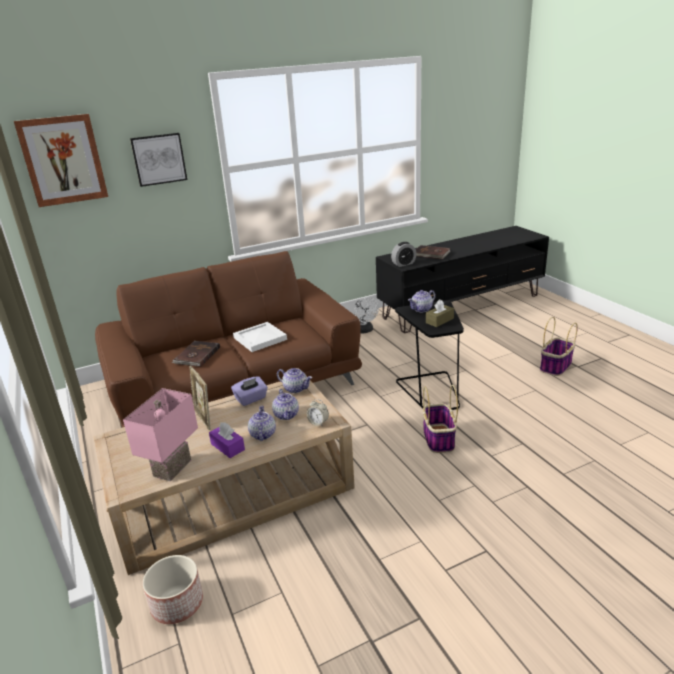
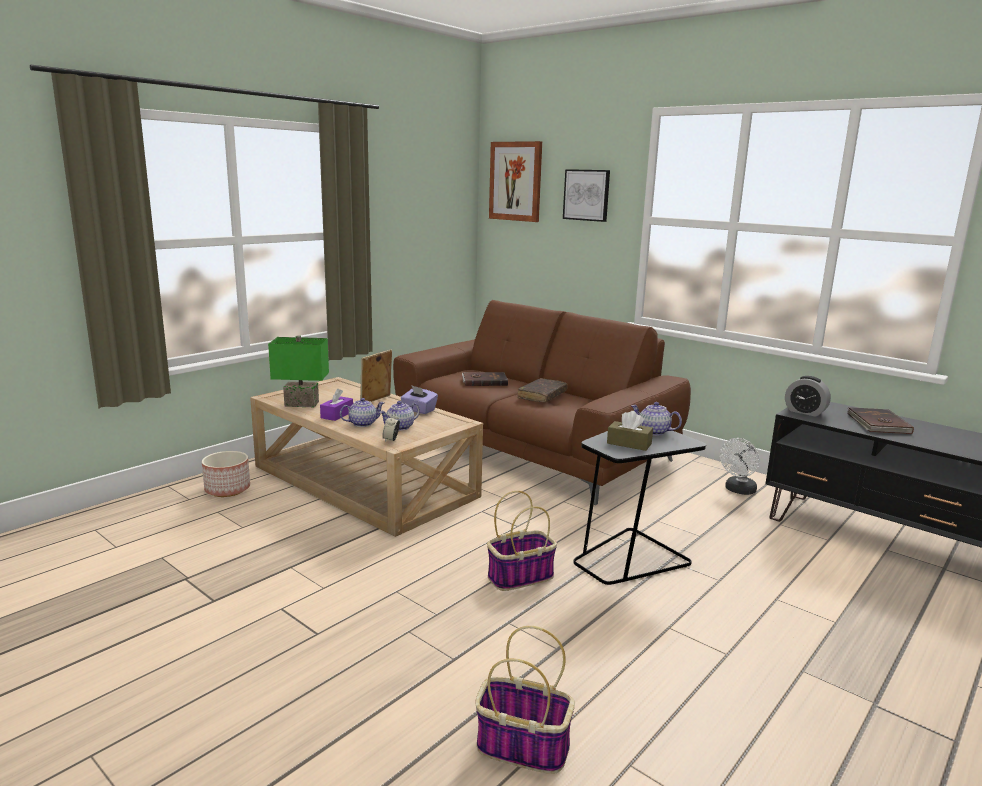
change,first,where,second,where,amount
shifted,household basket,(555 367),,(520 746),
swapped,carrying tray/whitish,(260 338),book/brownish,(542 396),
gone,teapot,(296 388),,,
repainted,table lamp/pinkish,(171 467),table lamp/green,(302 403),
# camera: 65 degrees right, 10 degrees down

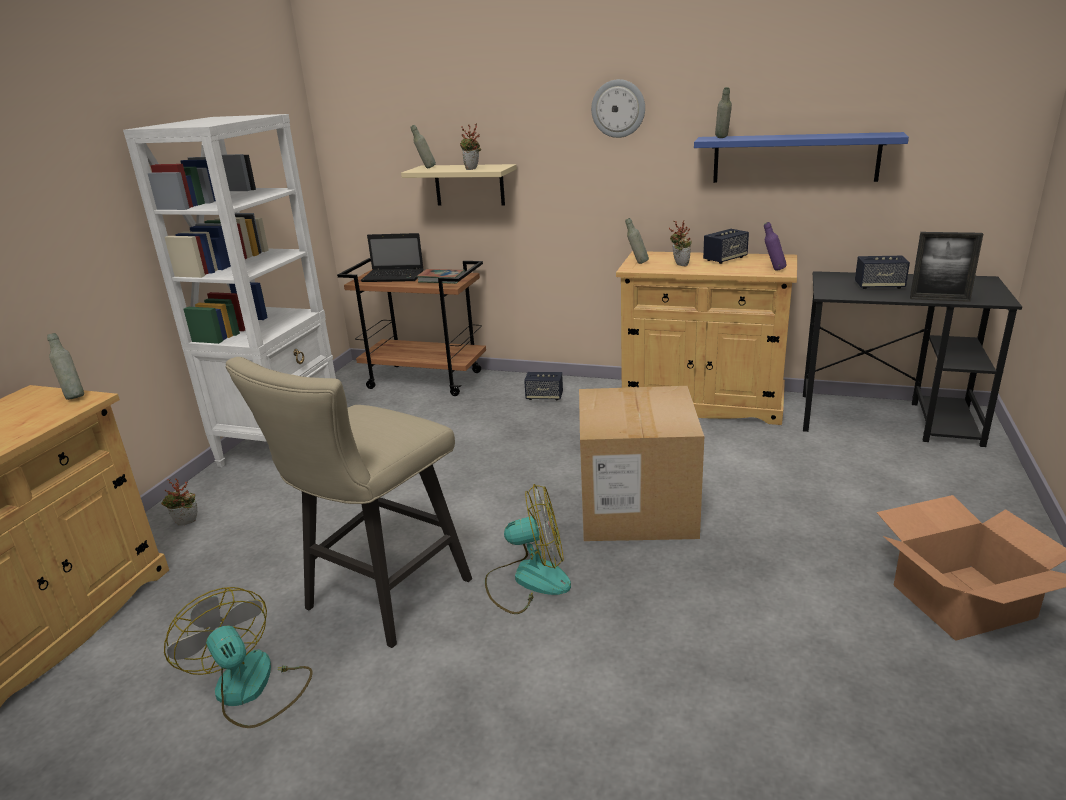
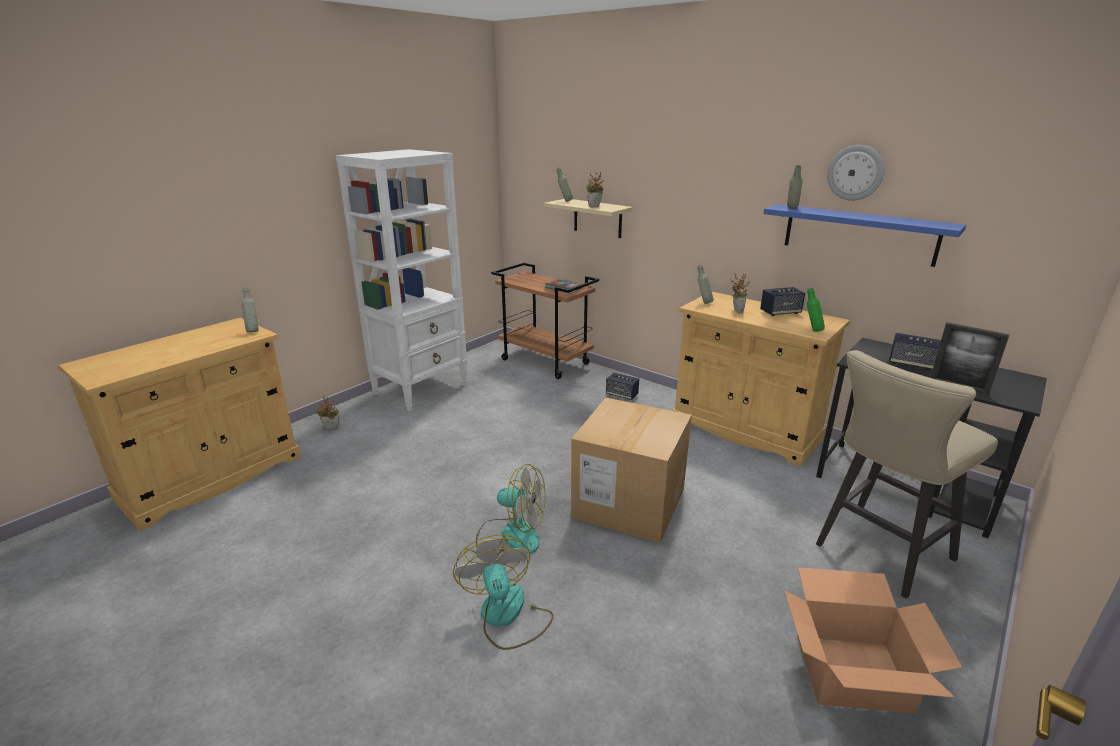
change,first,where,second,where,amount
shifted,wall clock,(618 108),,(855 173),
repainted,bottle/purplish,(773 270),bottle/green,(811 330),
gone,notebook computer,(394 277),,,
shifted,stool seat/beige,(379 599),,(877 554),
shifted,cooling fan,(251 689),,(507 616),
# camera: 20 degrees right, 0 degrees up

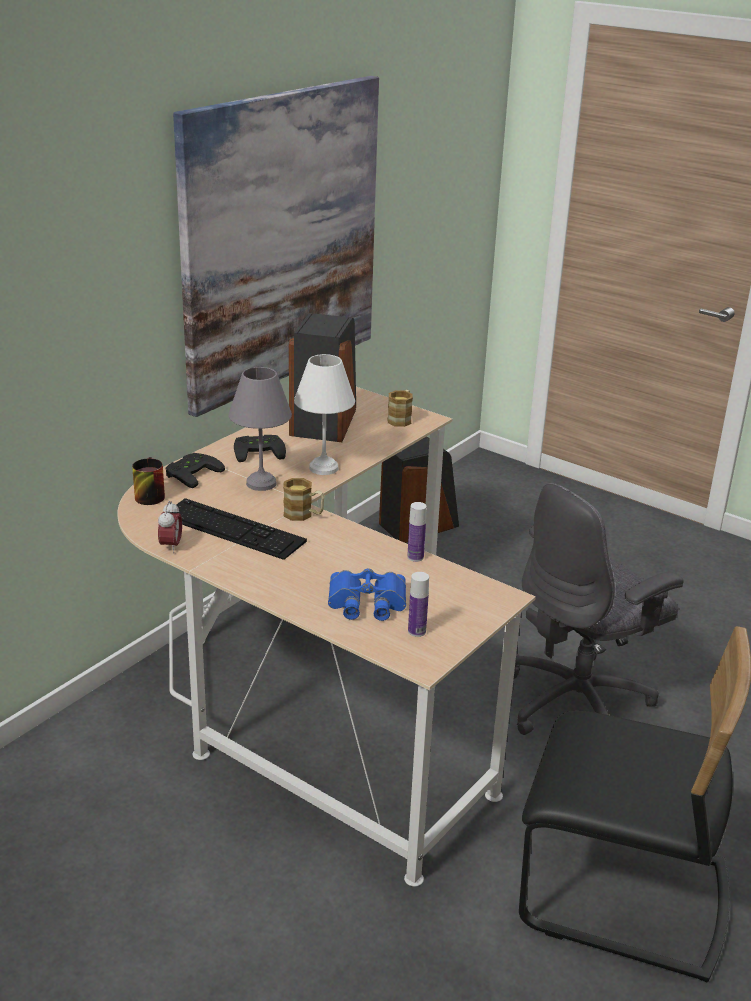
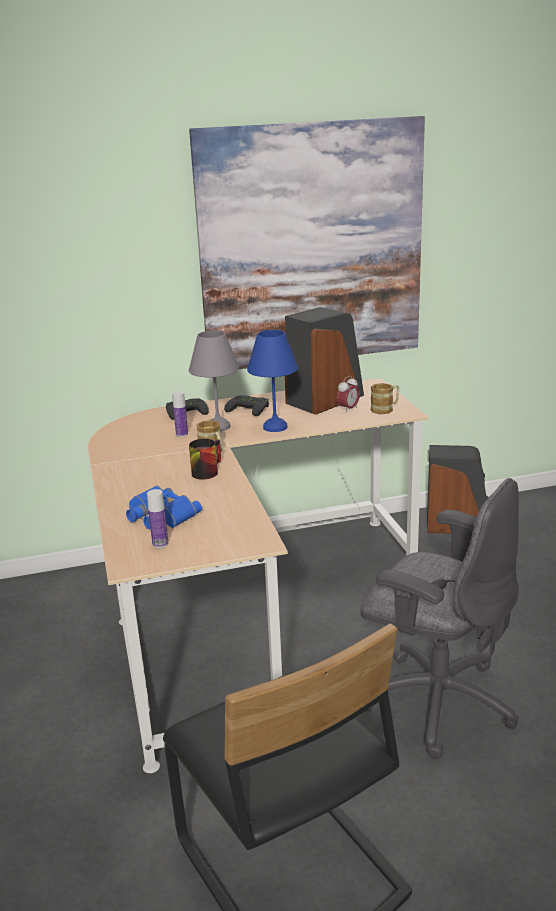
change,first,where,second,where,amount
repainted,table lamp/whitish,(325 468),table lamp/blue,(276 427),
shifted,mug,(147 495),,(205 471),
rotated,office chair/gray,(579 704),,(436 701),150 degrees counterclockwise
gone,PC keyboard,(232 529),,,
shifted,alarm clock,(171 546),,(348 409),
shifted,bottle,(415 557),,(182 434),
# camera: 40 degrees right, 5 degrees down

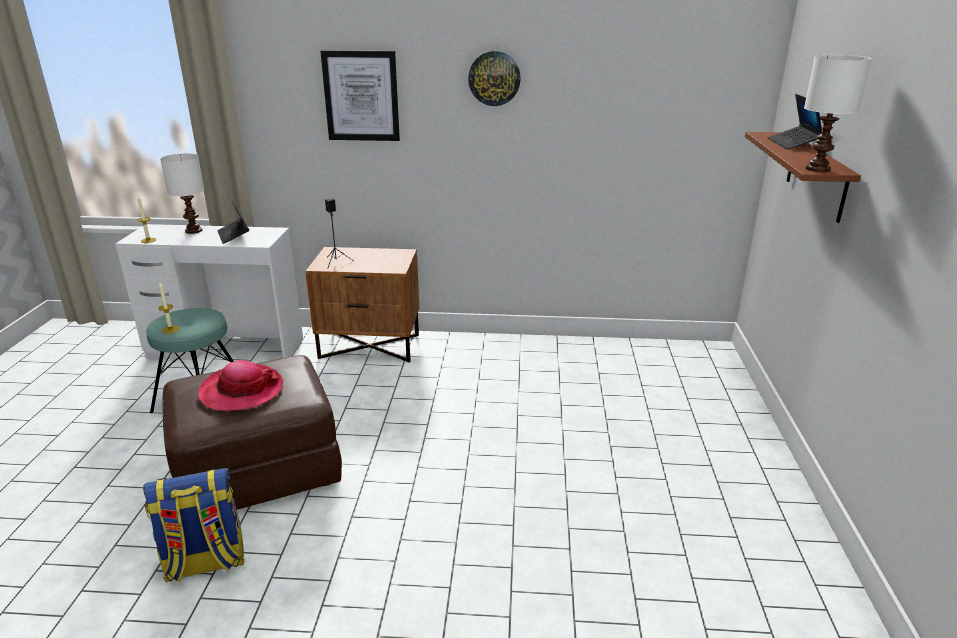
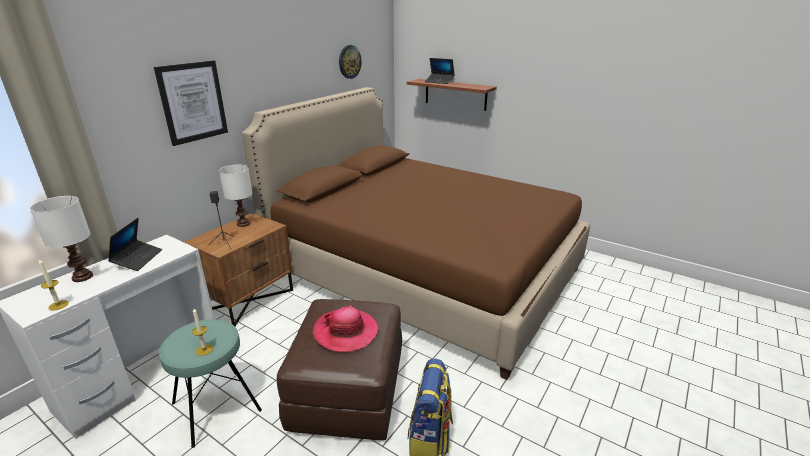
change,first,where,second,where,amount
shifted,wall clock,(494 78),,(349 62),
shifted,table lamp/whitish,(817 169),,(243 223),
rotated,notebook computer,(234 235),,(137 259),90 degrees counterclockwise
new,,,sleeping bed/brownish,(424 271),
# camera: 60 degrees left, 0 degrees up

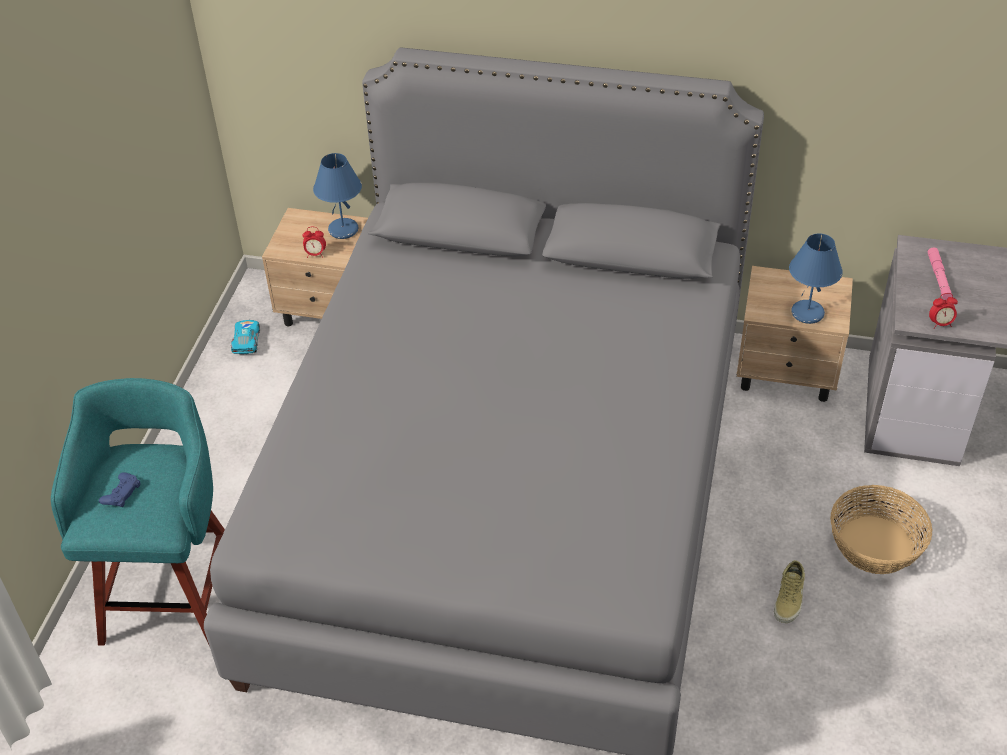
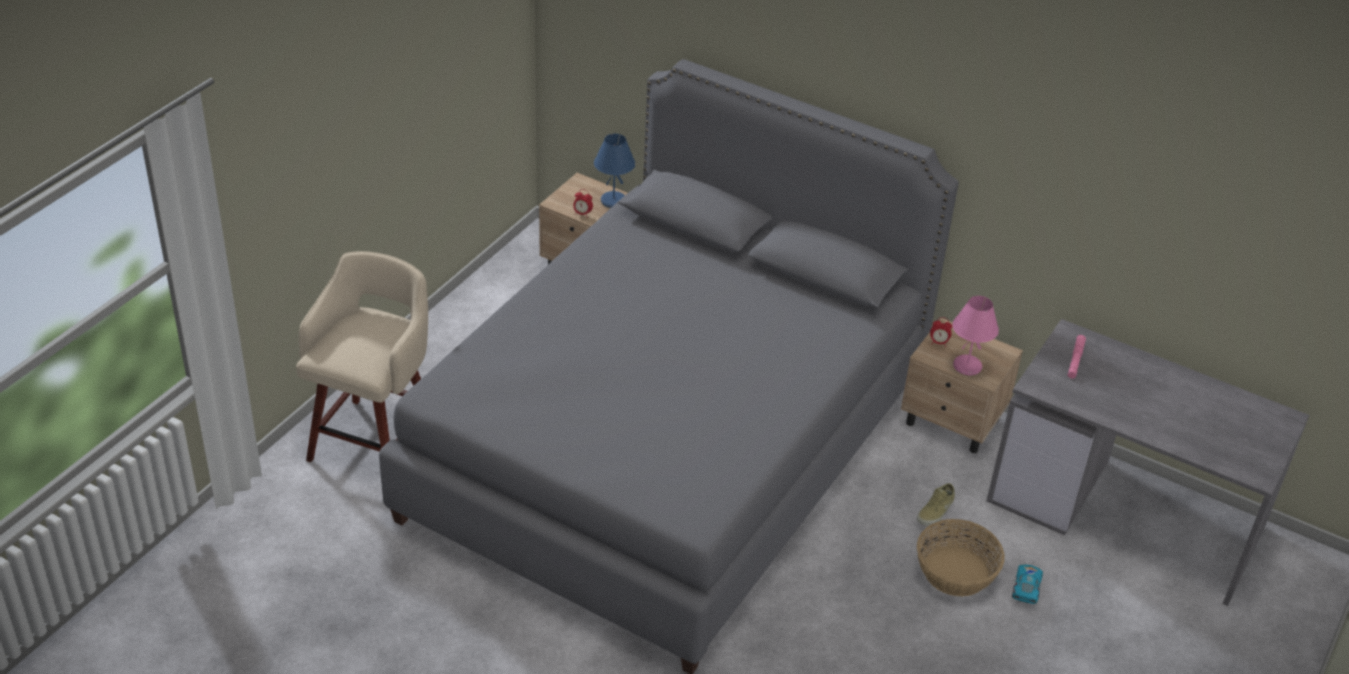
change,first,where,second,where,amount
repainted,table lamp/blue,(807 314),table lamp/pinkish,(966 367),
shifted,alarm clock,(940 324),,(938 343),
shifted,miniature car,(246 342),,(1026 589),
repainted,stool seat/turquoise-coloured,(172 591),stool seat/beige,(376 440),
gone,joypad/blue,(121 493),,,
shifted,item of footwear/beige,(790 598),,(936 511),
# camera: 15 degrees right, 5 degrees down

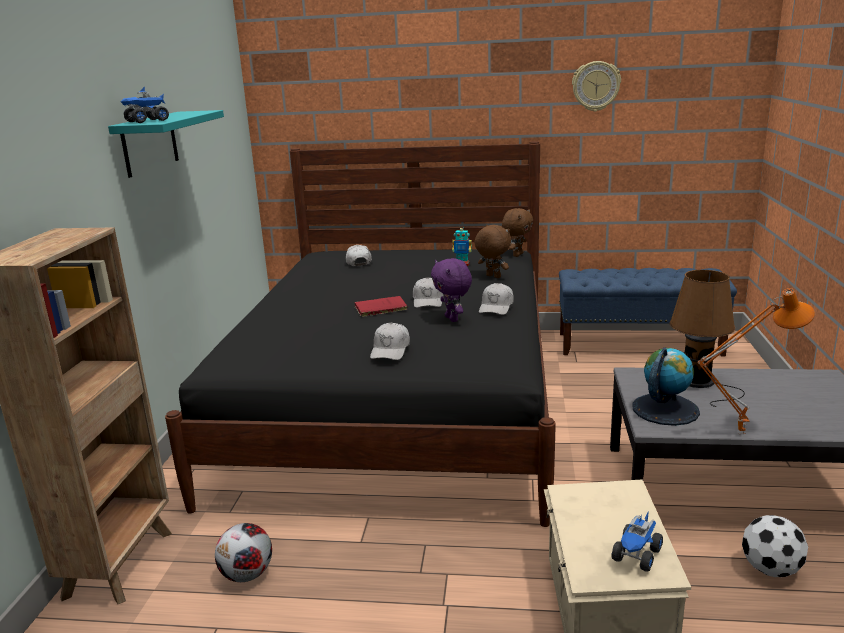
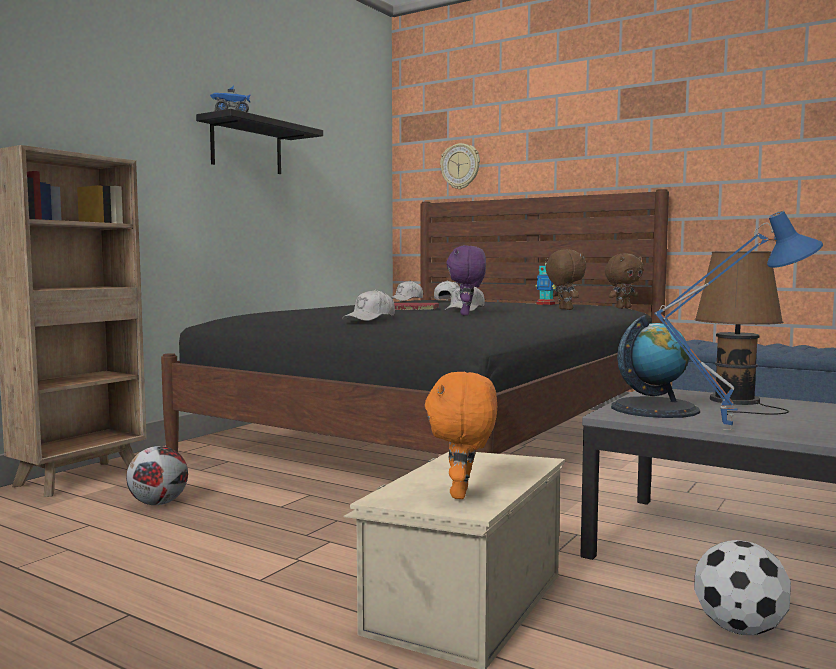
change,first,where,second,where,amount
shifted,wall clock,(596 86),,(460 166),
repainted,bracket shelf/turquoise-coloured,(150 143),bracket shelf/blackish,(246 147),
shifted,cap/whitish,(496 307),,(406 300),
repainted,table lamp/orange-coloured,(740 432),table lamp/blue,(728 429),
swapped,model truck,(637 555),cuddly toy/orange-coloured,(462 494),
# camera: 25 degrees right, 15 degrees down

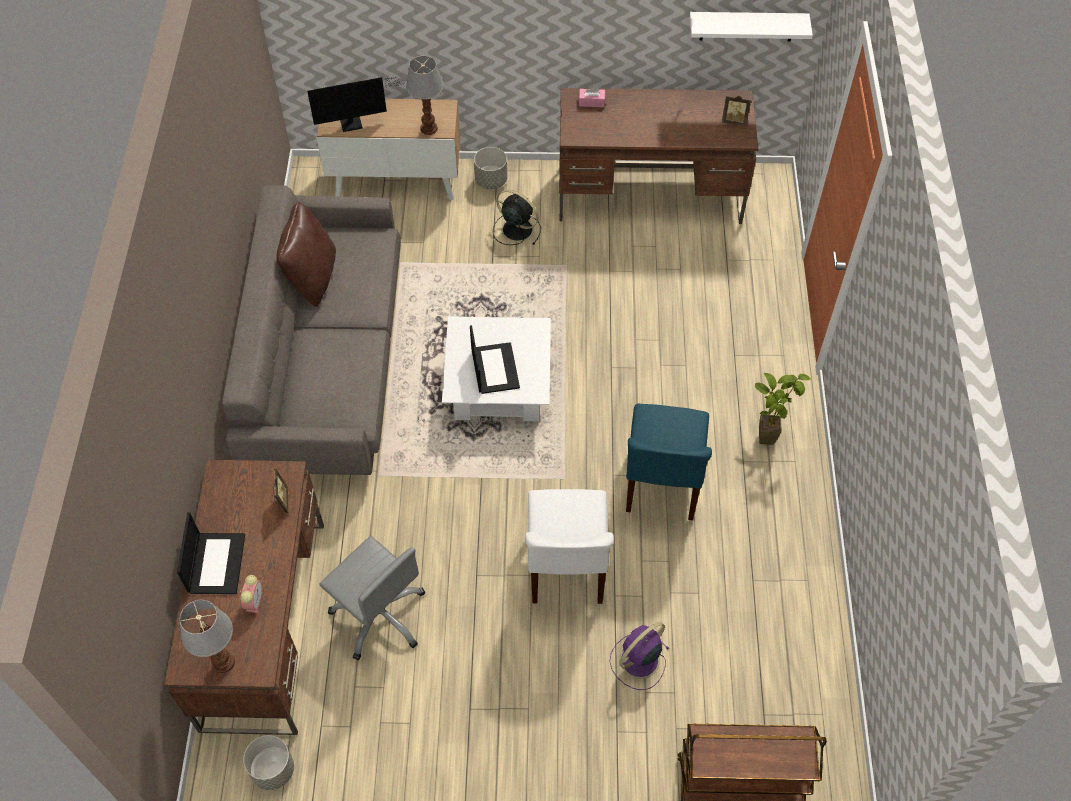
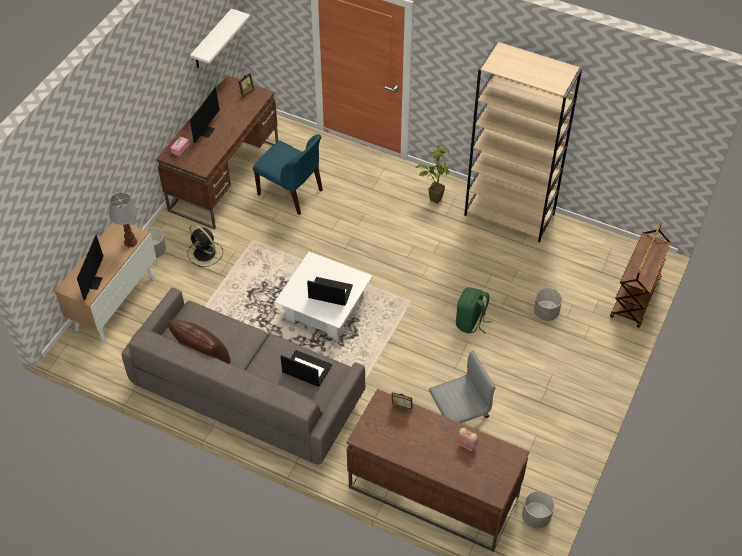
change,first,where,second,where,amount
rotated,cooling fan/blackish,(516 229),,(205 254),105 degrees counterclockwise
shifted,upright chair/blue,(662 482),,(291 193),
swapped,upright chair/whitish,(566 566),rucksack/green,(471 322),
shifted,notebook computer,(216 563),,(306 369),
gone,table lamp,(222 662),,,
swapped,cooling fan/purplish,(638 661),flower pot/gray,(546 313),
new,,,shelving unit/beige,(510 214),
new,,,computer screen,(207 129),
# camera: 65 degrees left, 5 degrees down

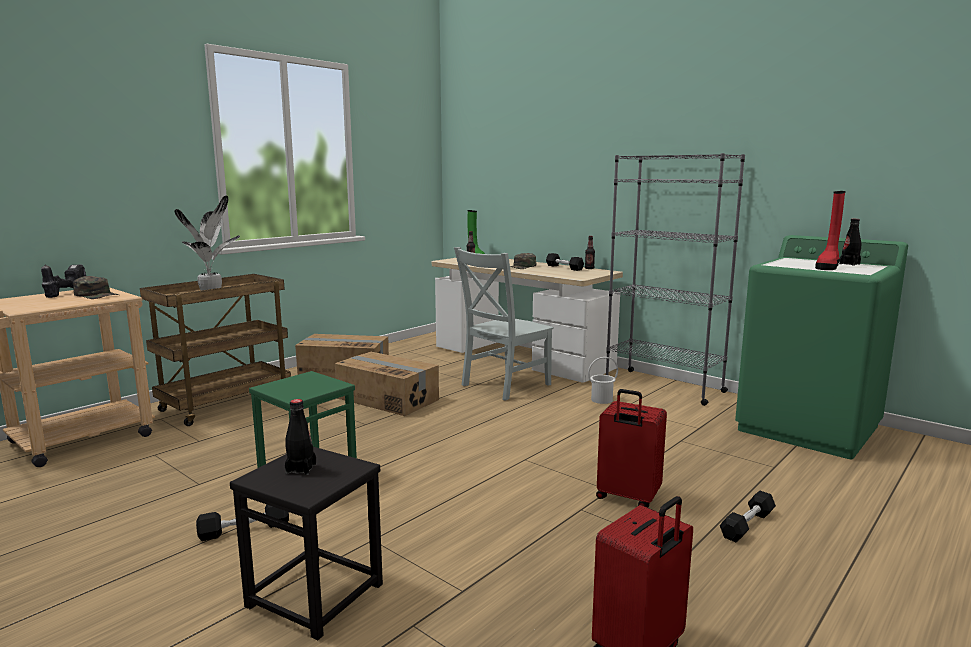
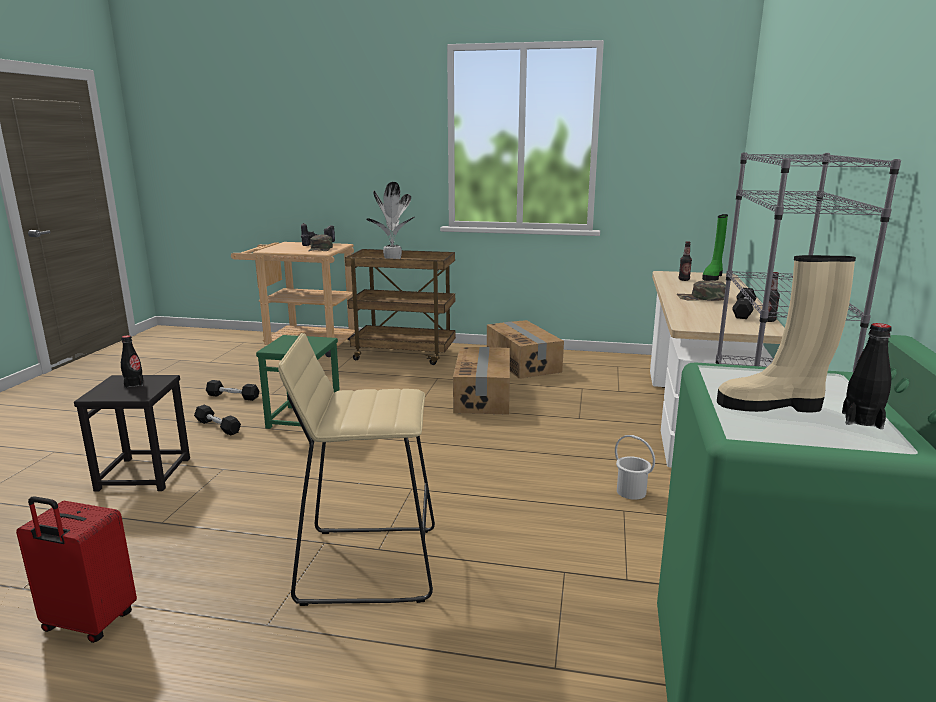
change,first,where,second,where,amount
repainted,boot/reddish,(828 267),boot/beige,(772 405),
gone,upright chair/gray,(503 386),,,
swapped,suitcase/reddish,(627 498),stool seat/beige,(367 563),
shifted,dumbbell/blackish,(747 525),,(233 396),
# camera: 60 degrees right, 5 degrees up

